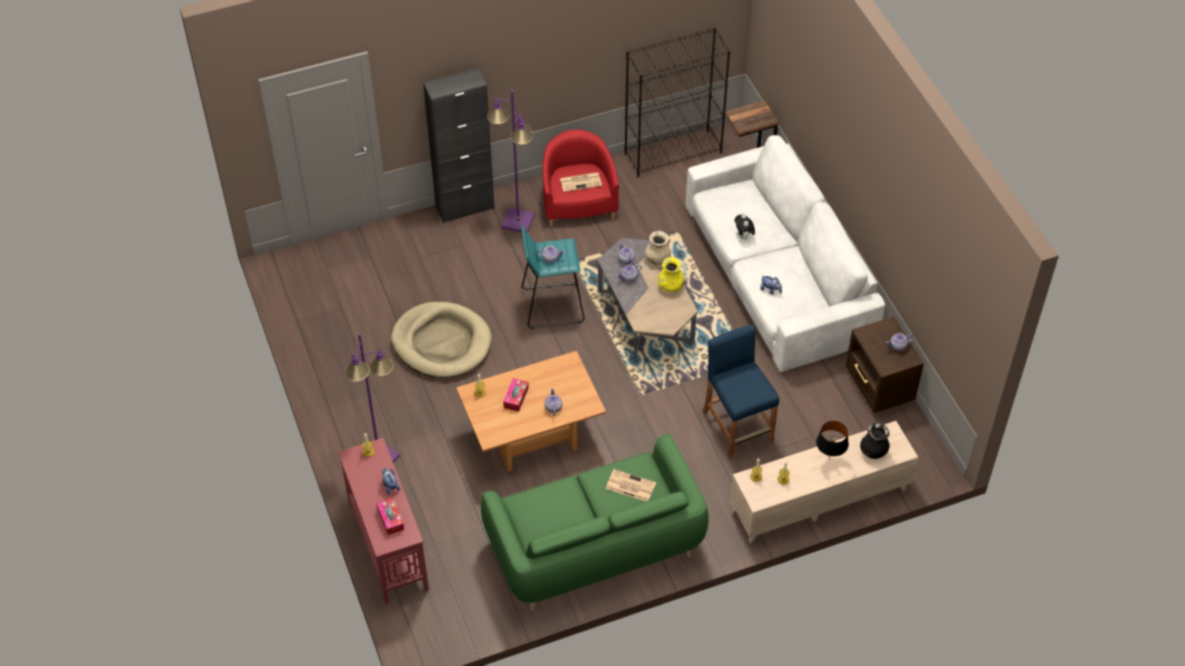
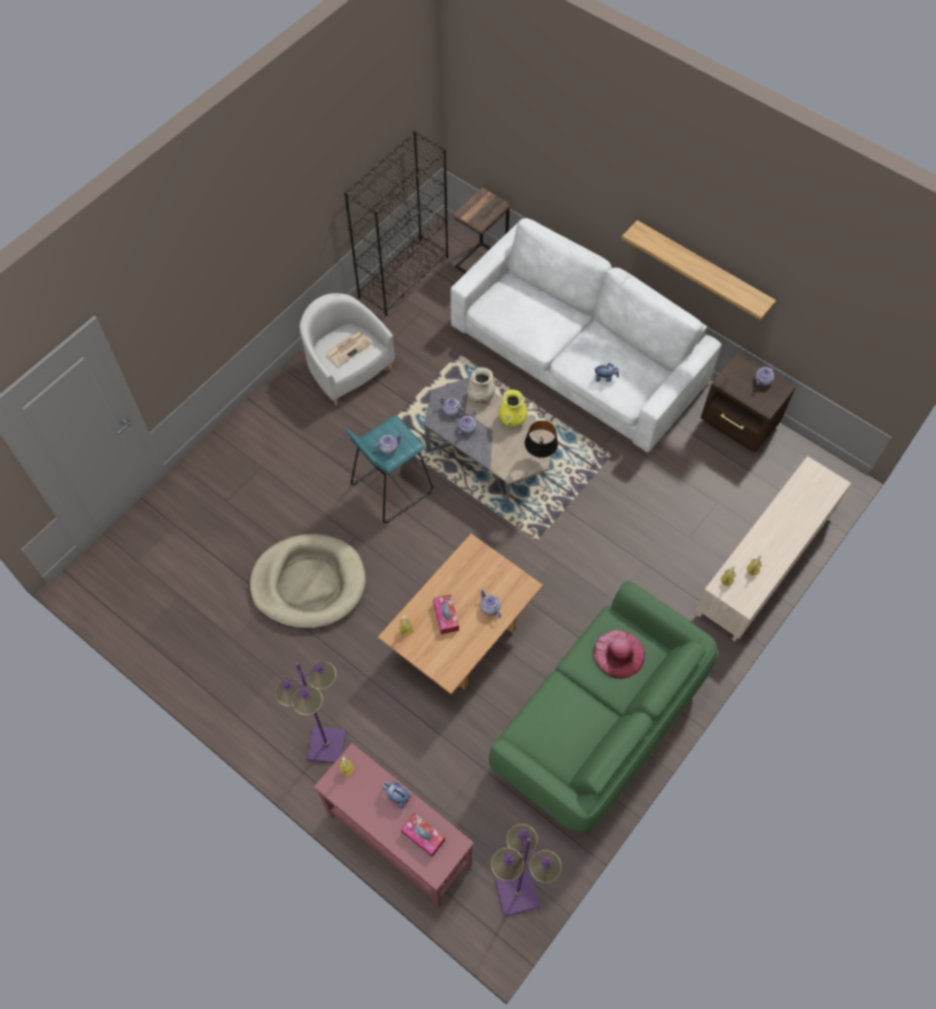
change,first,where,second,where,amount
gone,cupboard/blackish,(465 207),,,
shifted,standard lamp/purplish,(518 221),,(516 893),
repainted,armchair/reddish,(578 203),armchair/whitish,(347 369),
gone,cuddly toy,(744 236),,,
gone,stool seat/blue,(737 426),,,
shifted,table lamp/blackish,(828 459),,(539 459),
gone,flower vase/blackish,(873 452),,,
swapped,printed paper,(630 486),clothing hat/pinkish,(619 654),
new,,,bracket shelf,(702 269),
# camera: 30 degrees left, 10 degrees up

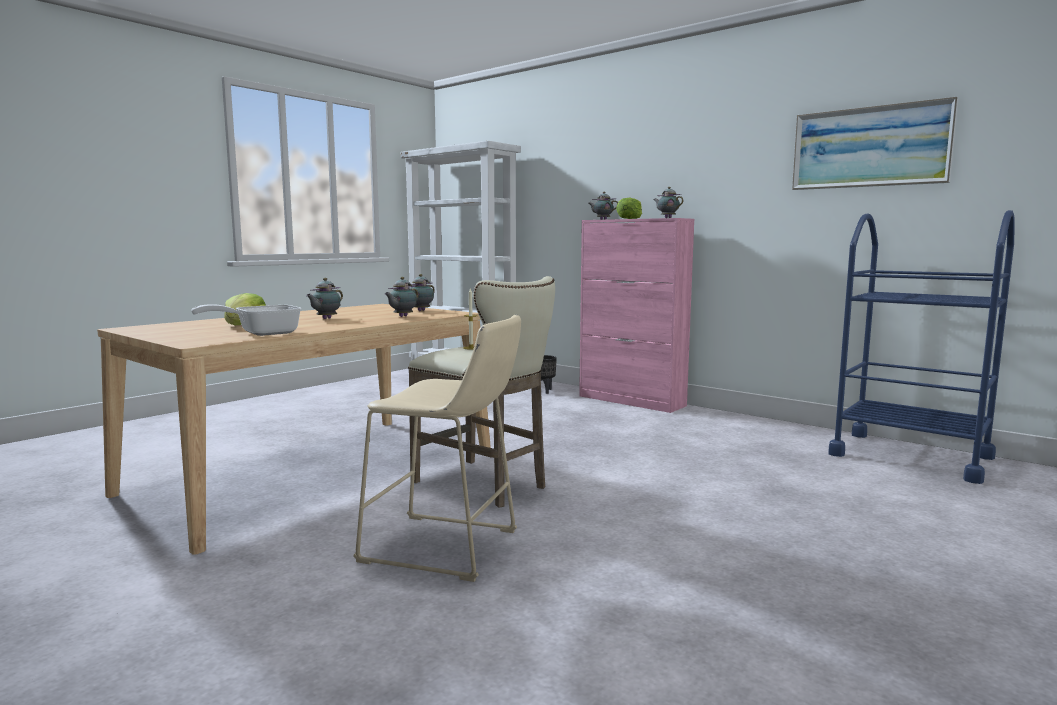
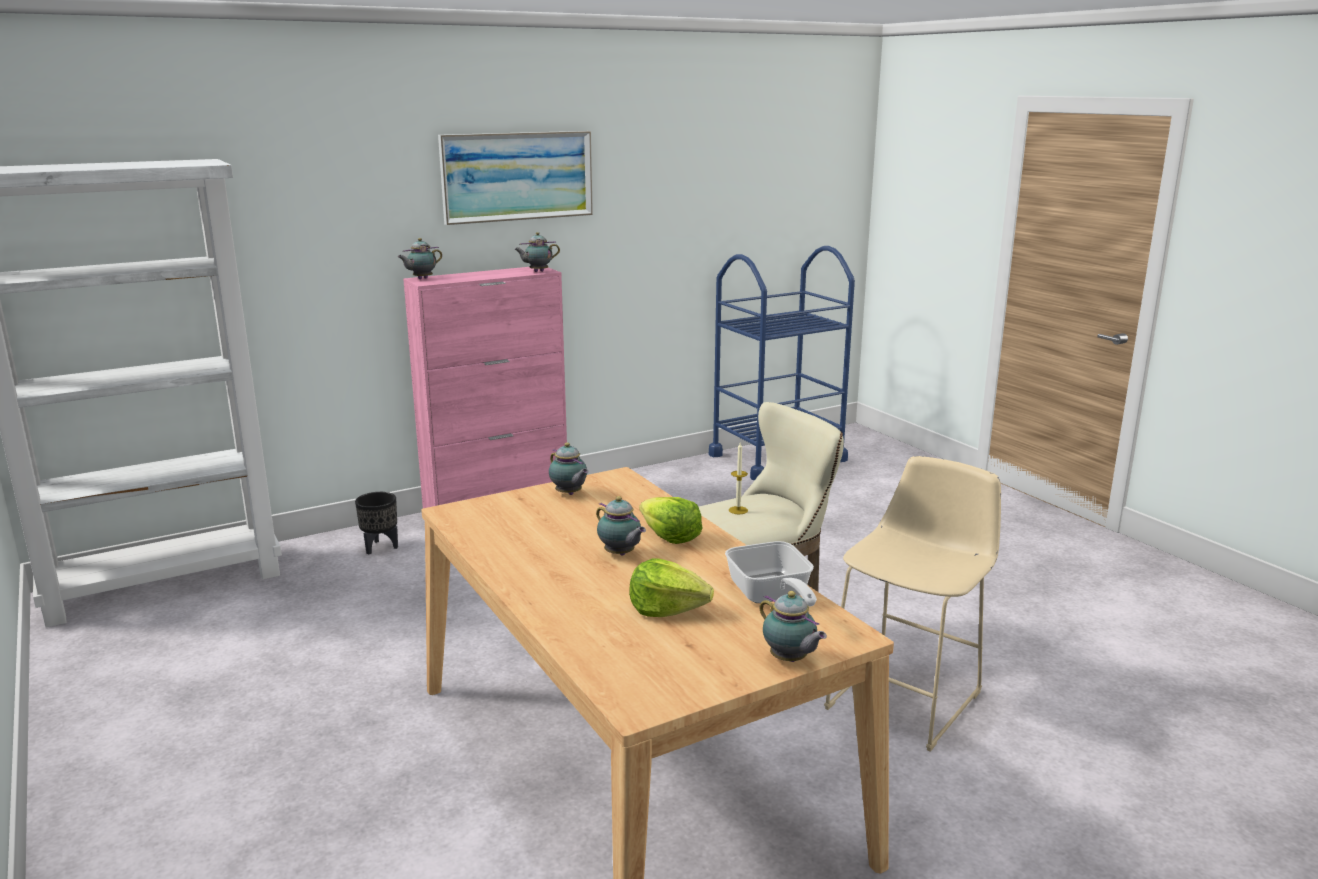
change,first,where,second,where,amount
shifted,wall art,(870 147),,(517 176),
shifted,lettuce,(630 219),,(670 537),
shifted,teapot,(402 316),,(790 660),
# camera: 70 degrees left, 10 degrees up

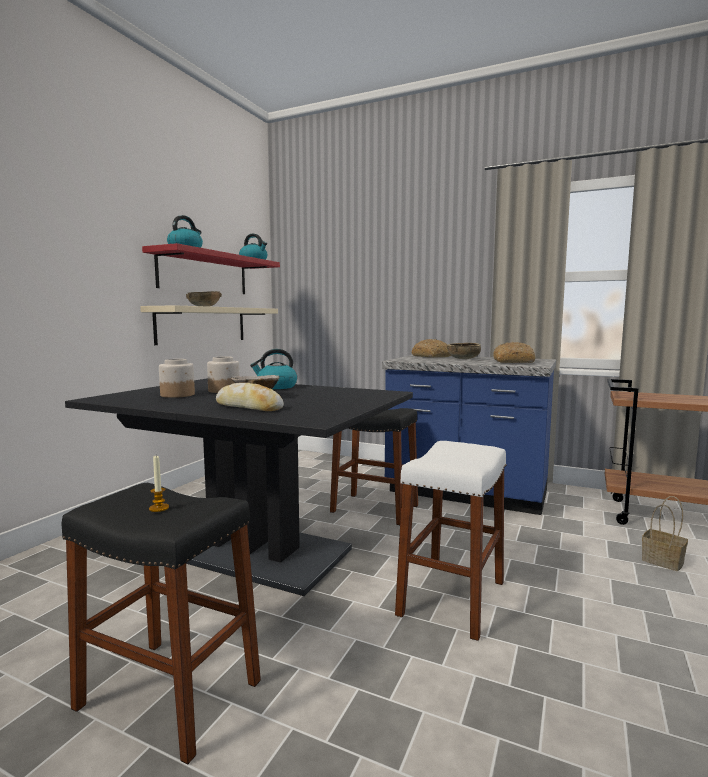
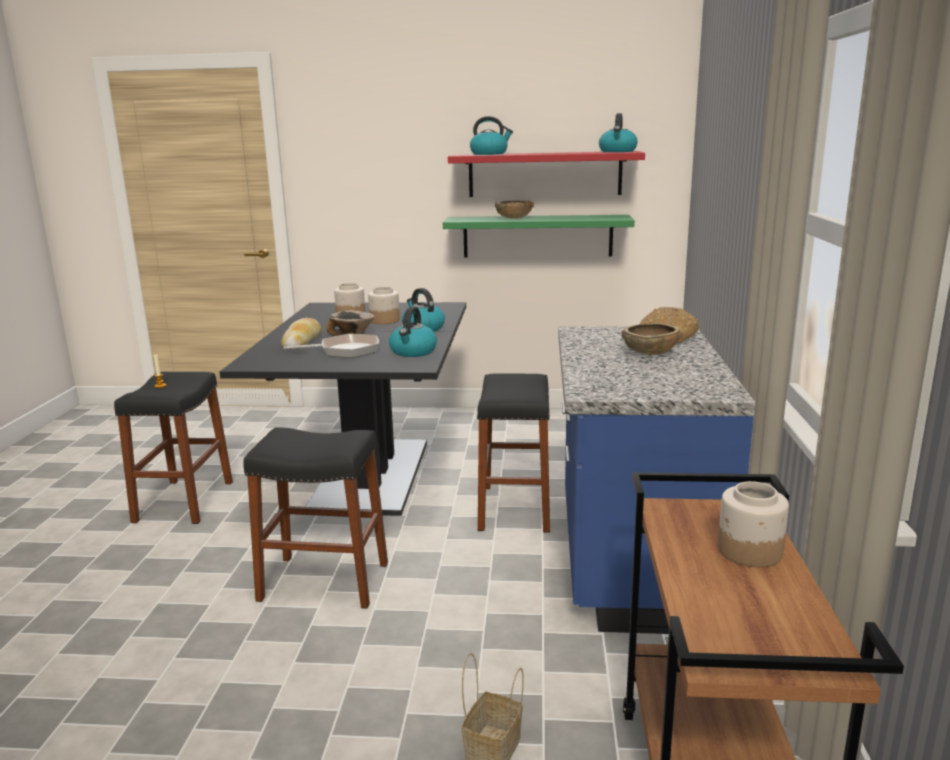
change,first,where,second,where,amount
repainted,bracket shelf/beige,(202 325),bracket shelf/green,(537 236),
gone,bread,(514 362),,,
repainted,stool seat/whitish,(452 598),stool seat/blackish,(324 581),
new,,,tea kettle,(413 352),
new,,,skillet,(345 351),
new,,,jar,(749 551),
# camera: 70 degrees right, 10 degrees up

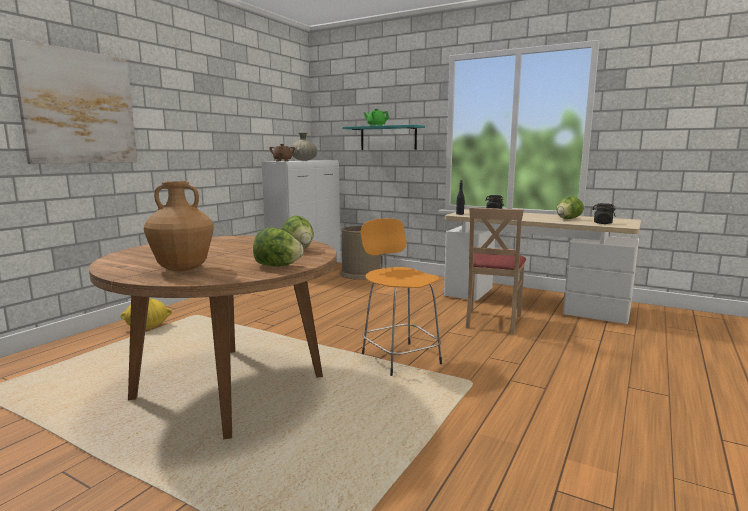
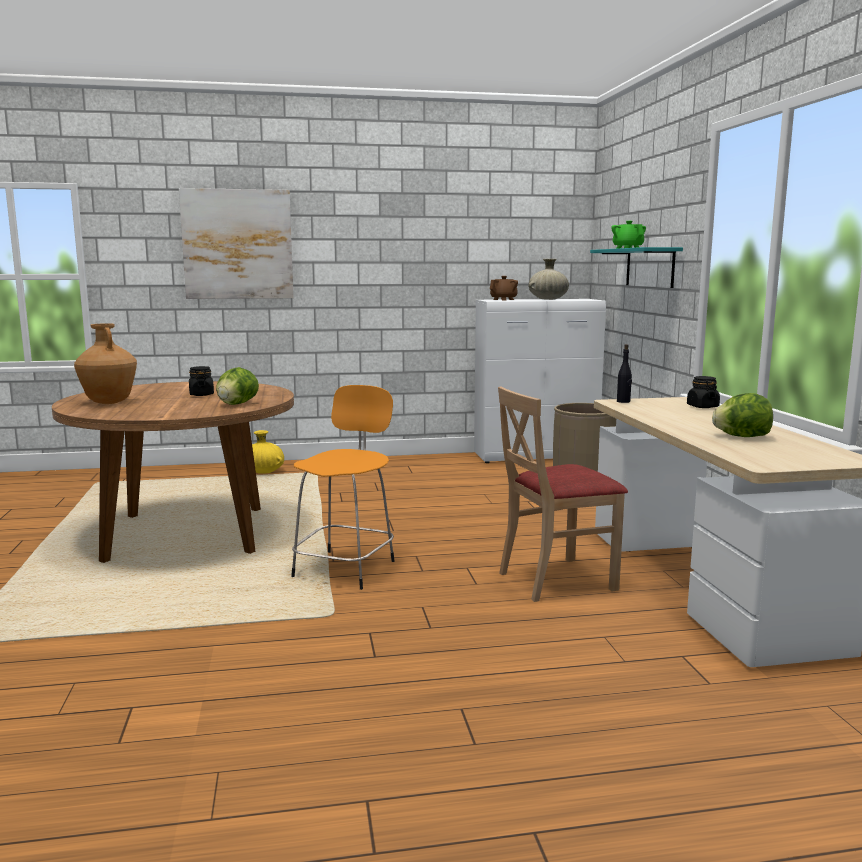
change,first,where,second,where,amount
shifted,jar/blackish,(602 223),,(201 394),
gone,lettuce,(277 266),,,
# camera: 50 degrees right, 0 degrees up

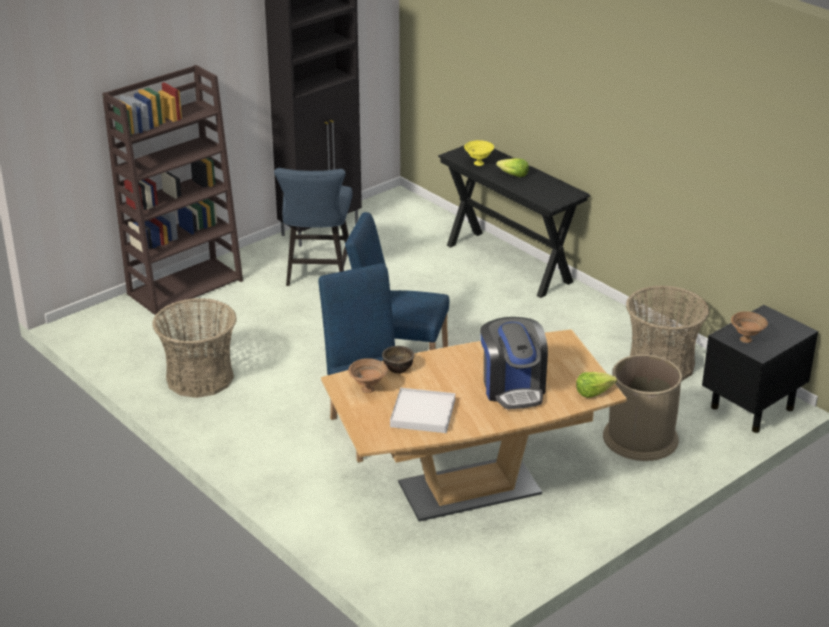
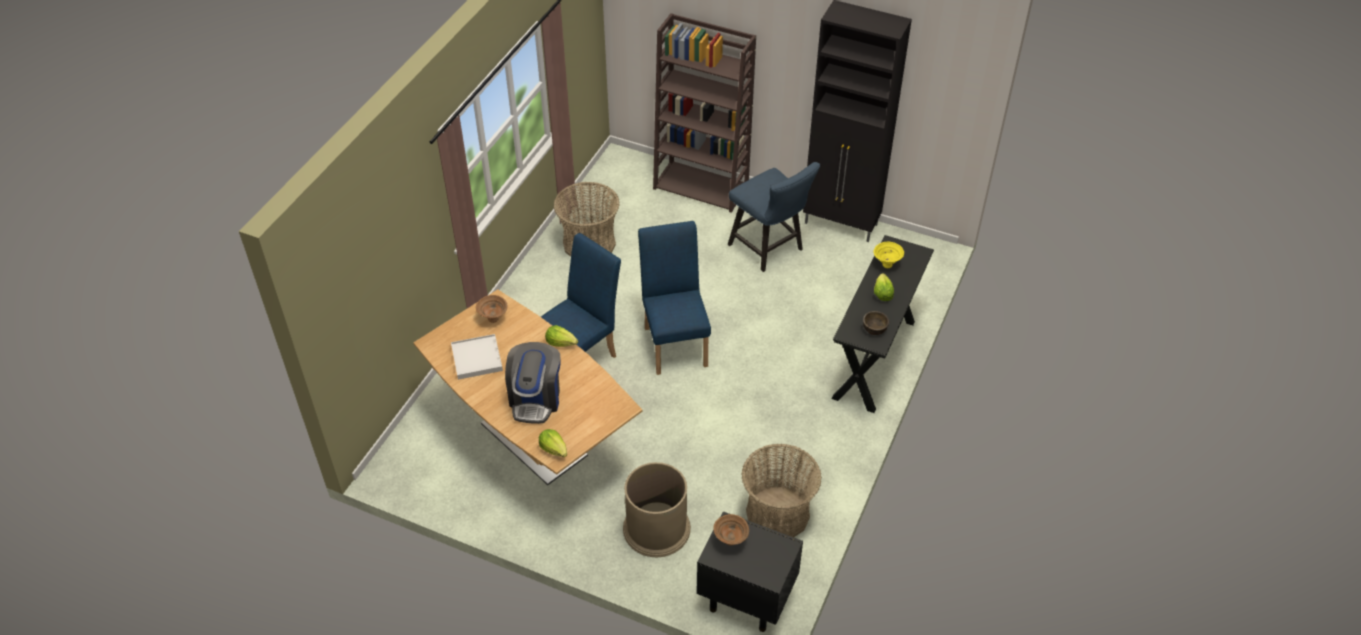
change,first,where,second,where,amount
rotated,upright chair/blue,(317 274),,(769 249),105 degrees counterclockwise
rotated,coffee maker,(513 388),,(536 398),45 degrees counterclockwise
shifted,bowl/brownish,(397 368),,(874 329),
new,,,lettuce,(561 342),
# camera: 65 degrees right, 15 degrees up

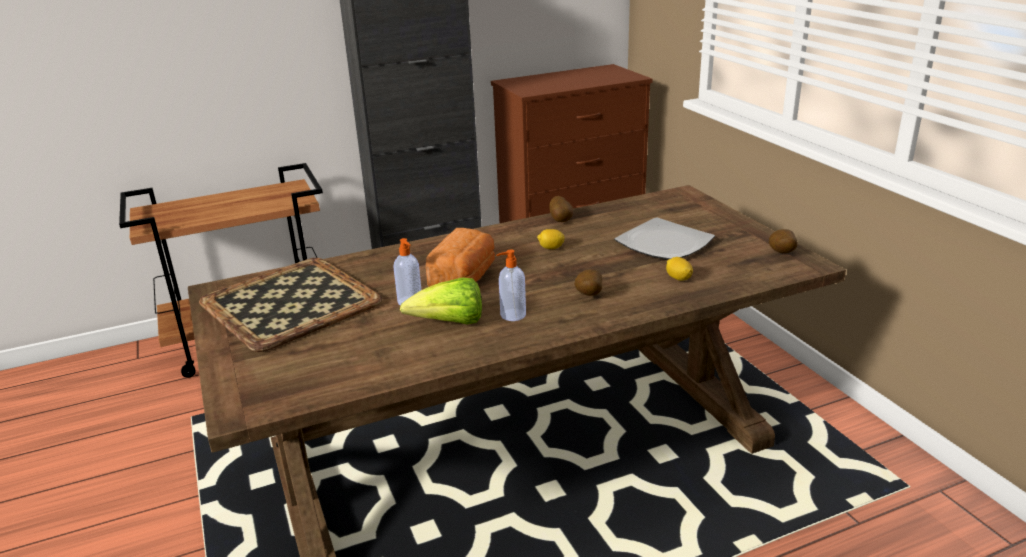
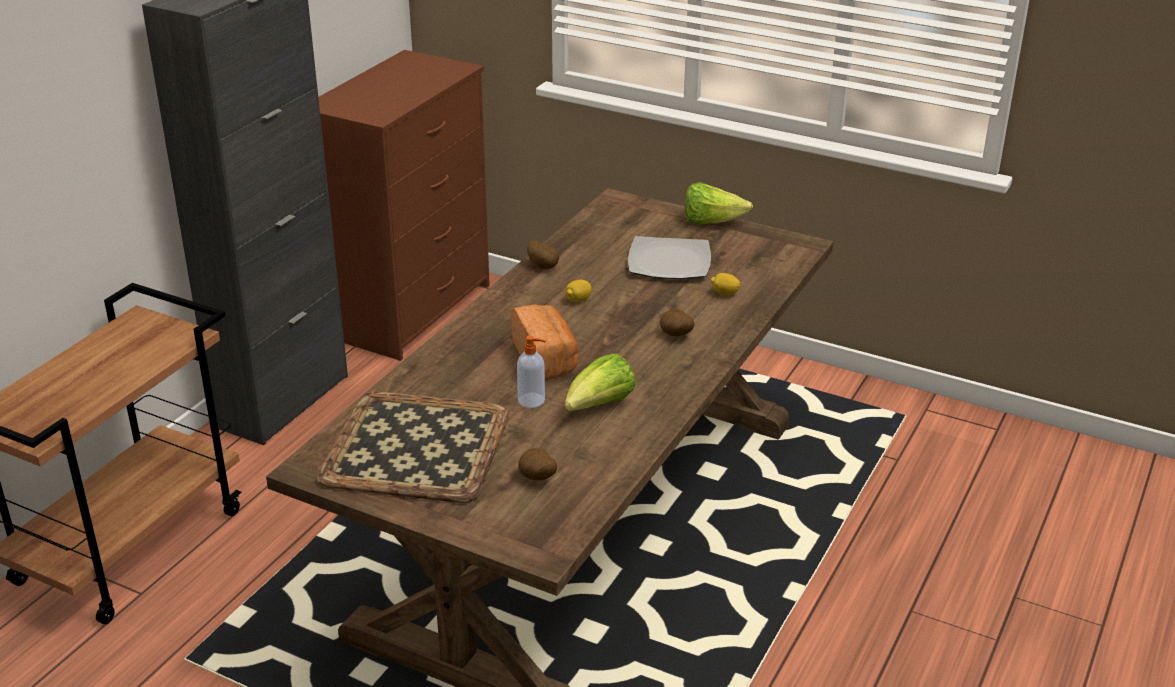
change,first,where,second,where,amount
shifted,spud,(781 253),,(537 479),
gone,soap dispenser,(512 315),,,
new,,,lettuce,(711 222),
# camera: 40 degrees left, 5 degrees up

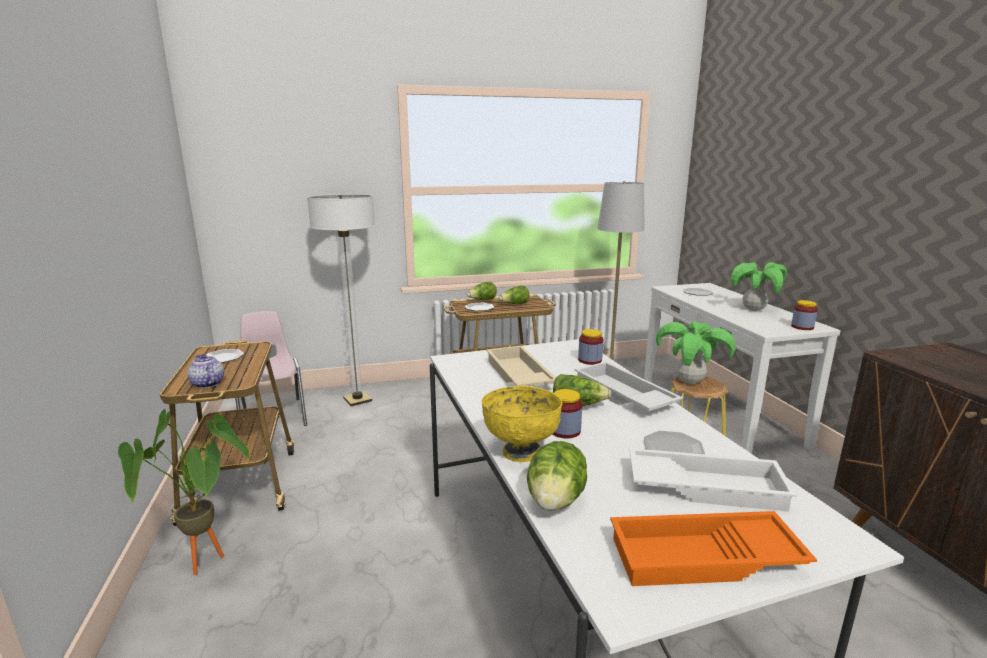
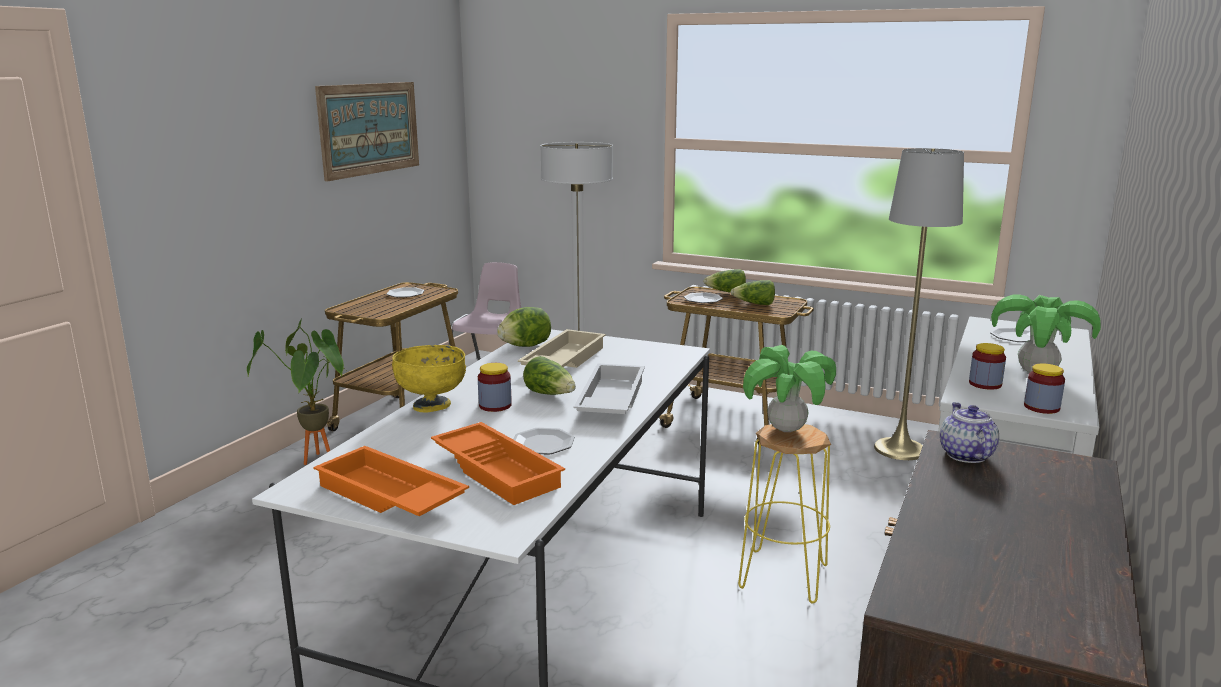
change,first,where,second,where,amount
shifted,jar,(590 360),,(985 384),
shifted,teapot,(207 383),,(965 455),
shifted,lettuce,(555 501),,(525 346),
repainted,carrying tray/whitish,(706 486),carrying tray/orange-coloured,(499 470),
new,,,wall art,(369 128),
# camera: 40 degrees right, 0 degrees up

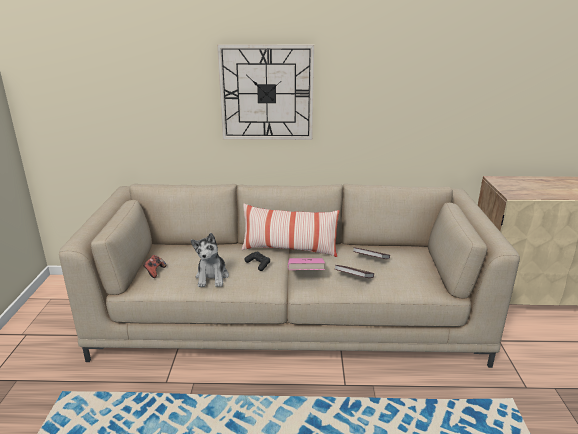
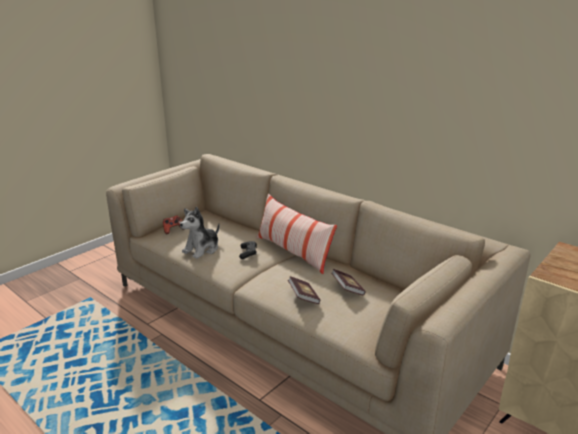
change,first,where,second,where,amount
gone,wall clock,(266 93),,,
gone,book/pinkish,(305 274),,,
# camera: 40 degrees right, 0 degrees up

